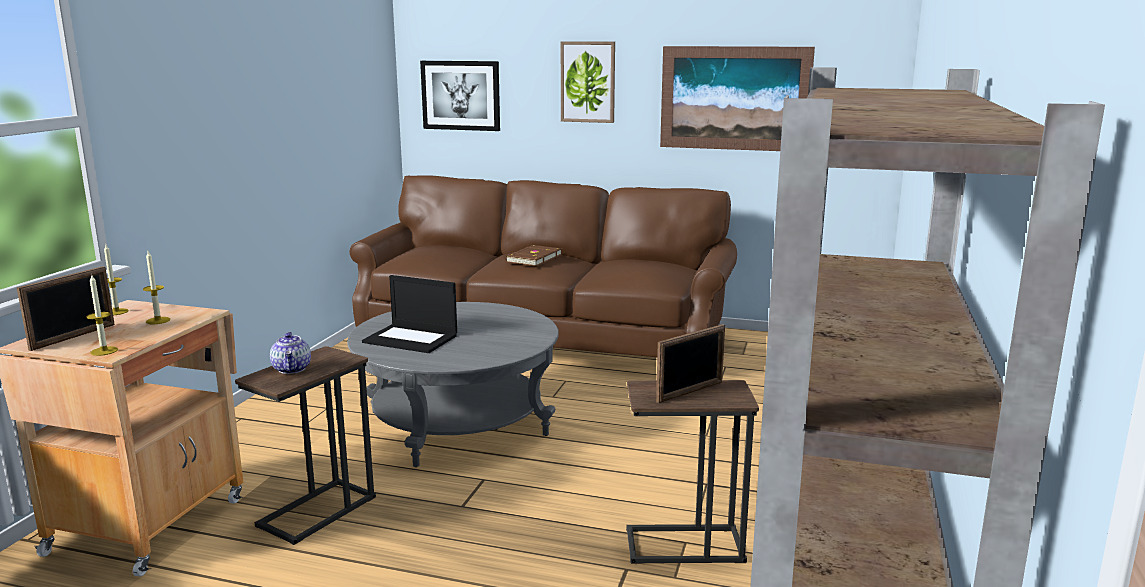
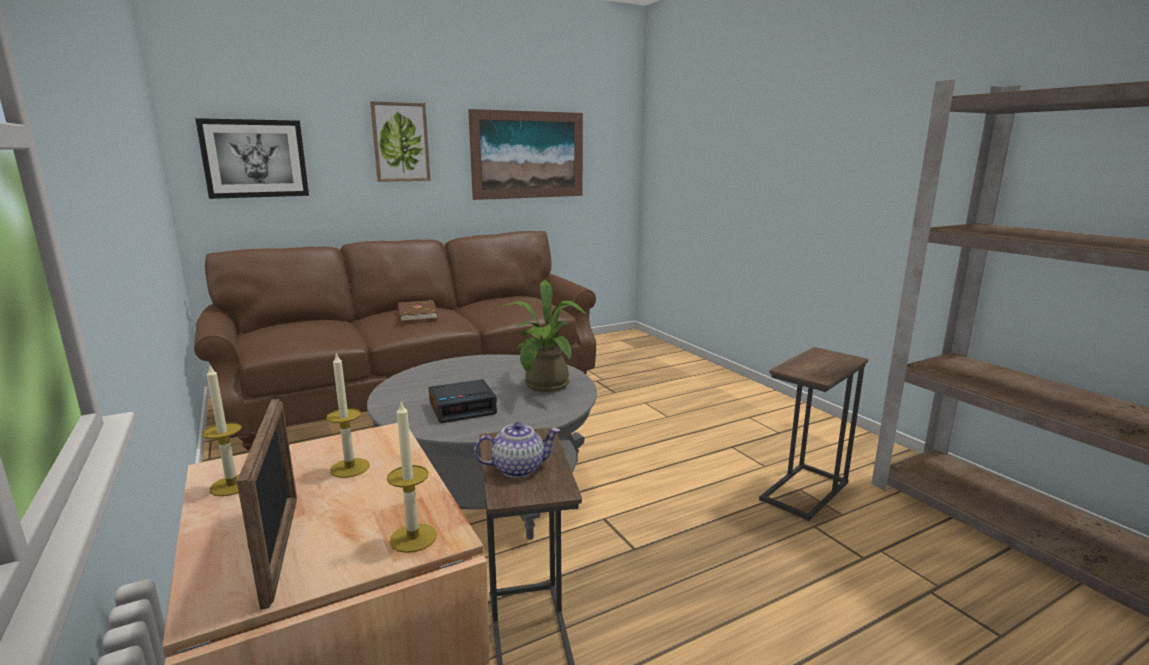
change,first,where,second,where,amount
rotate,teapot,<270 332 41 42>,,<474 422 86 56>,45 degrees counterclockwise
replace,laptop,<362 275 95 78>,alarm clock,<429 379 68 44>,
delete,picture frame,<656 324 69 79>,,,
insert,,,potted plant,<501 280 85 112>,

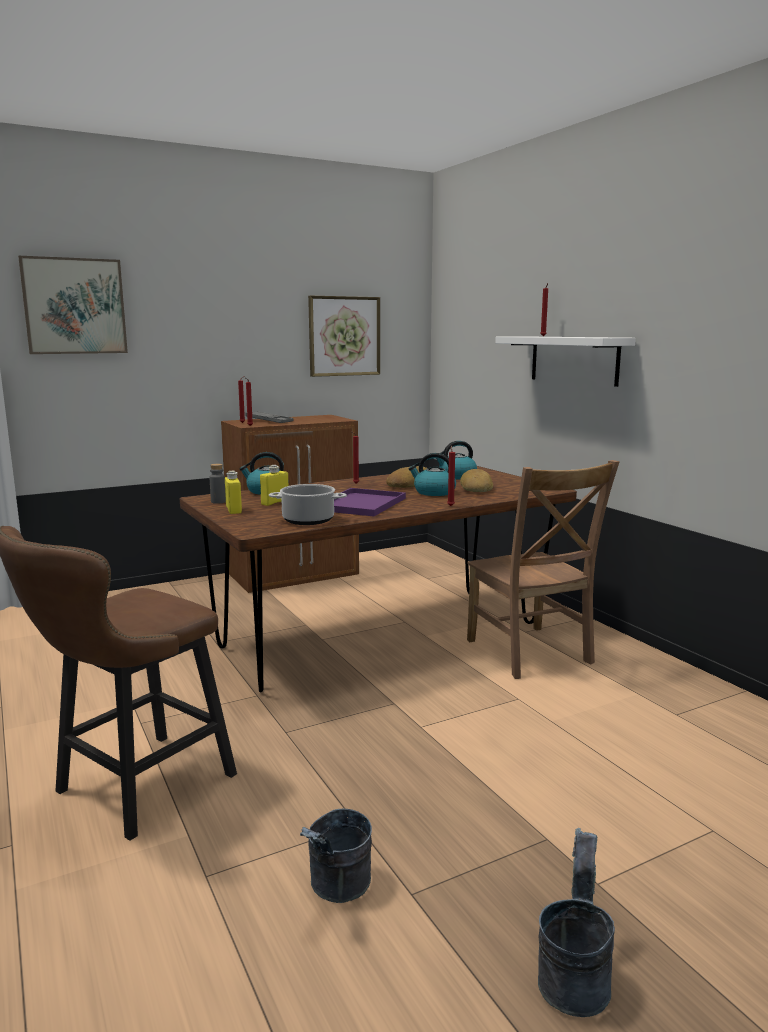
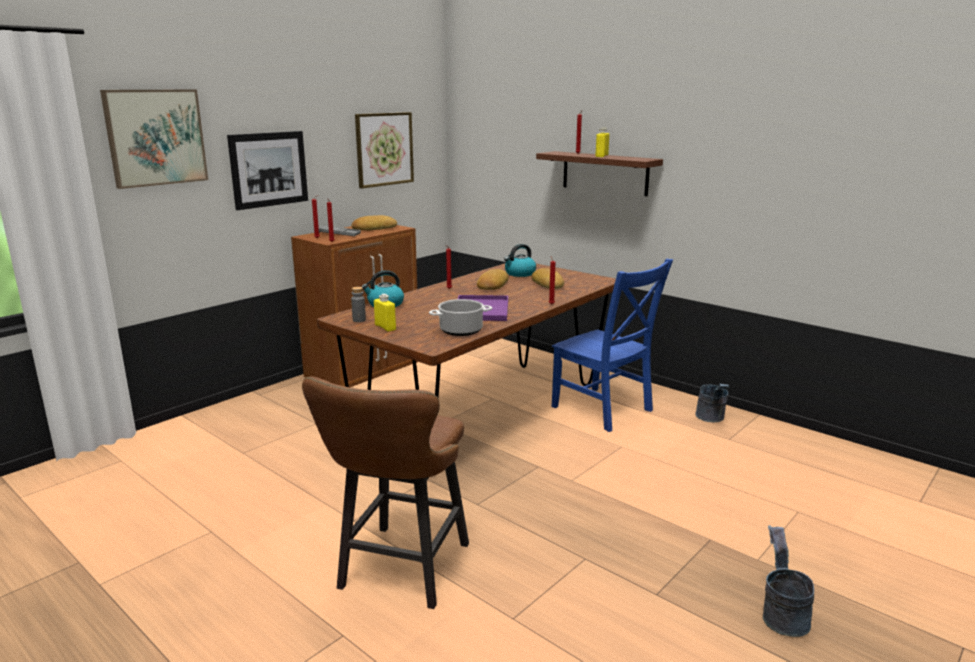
change,first,where,second,where,amount
move,yellow bottle,<260 465 28 41>,,<595 127 14 30>,
move,grey bucket,<300 809 72 94>,,<696 384 34 38>,
delete,kettle,<409 453 47 43>,,,
recolor,brown chair,<467 460 153 219>,blue chair,<552 259 121 173>,
recolor,white shelf,<495 336 141 51>,brown shelf,<536 151 127 45>,
insert,,,picture,<227 131 81 79>,
insert,,,bread,<351 215 46 15>,

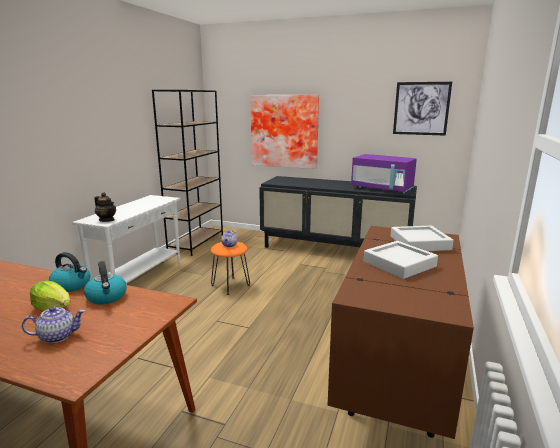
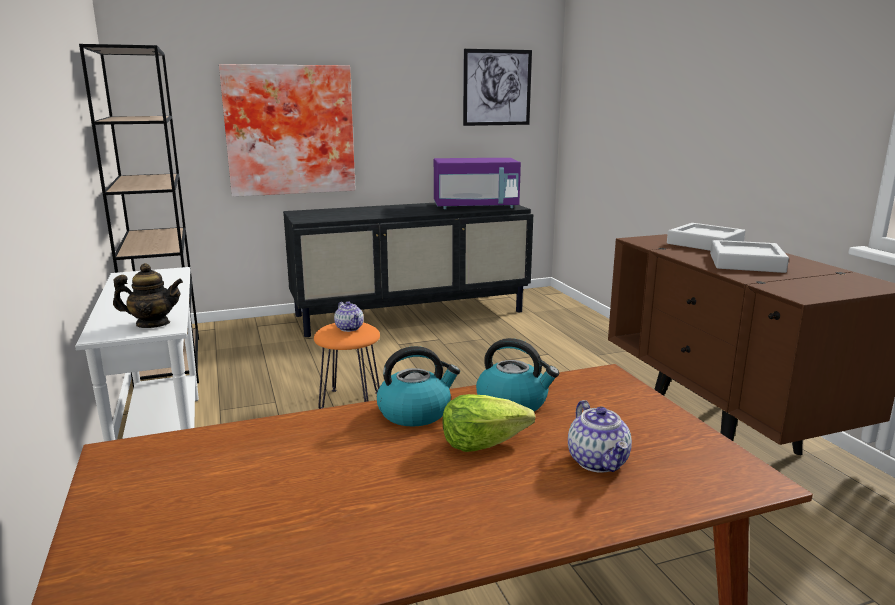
change,first,where,second,where,amount
rotate,teapot,<22 307 63 36>,,<568 400 64 73>,135 degrees clockwise

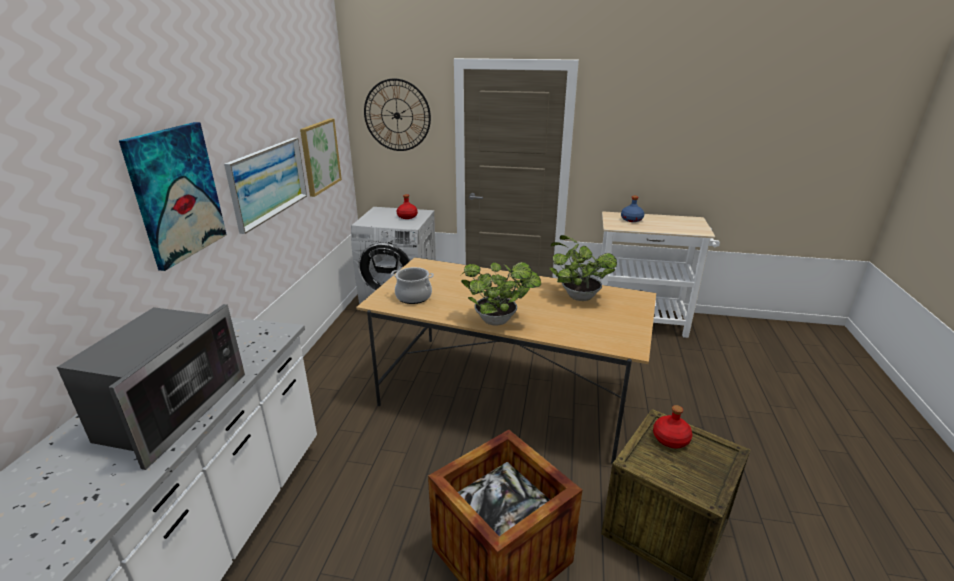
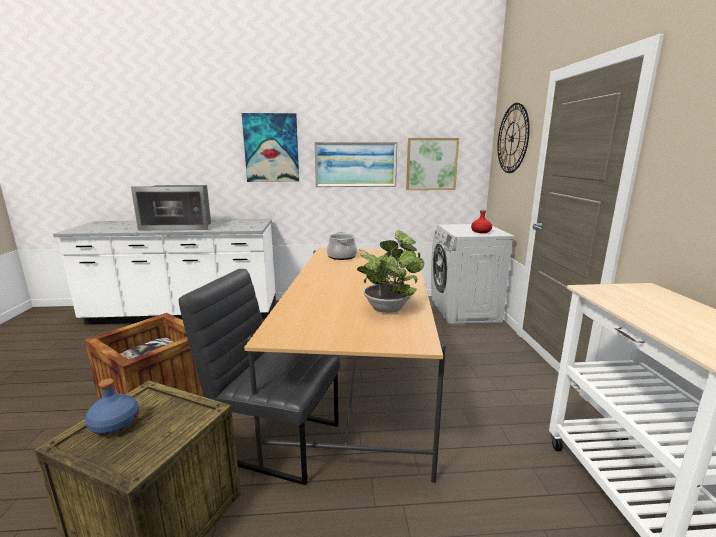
change,first,where,second,where,amount
delete,potted plant,<461 262 80 64>,,,
move,blue bottle,<621 196 23 26>,,<85 378 54 57>,
delete,red bottle,<653 405 39 43>,,,
insert,,,grey chair,<179 269 161 216>,

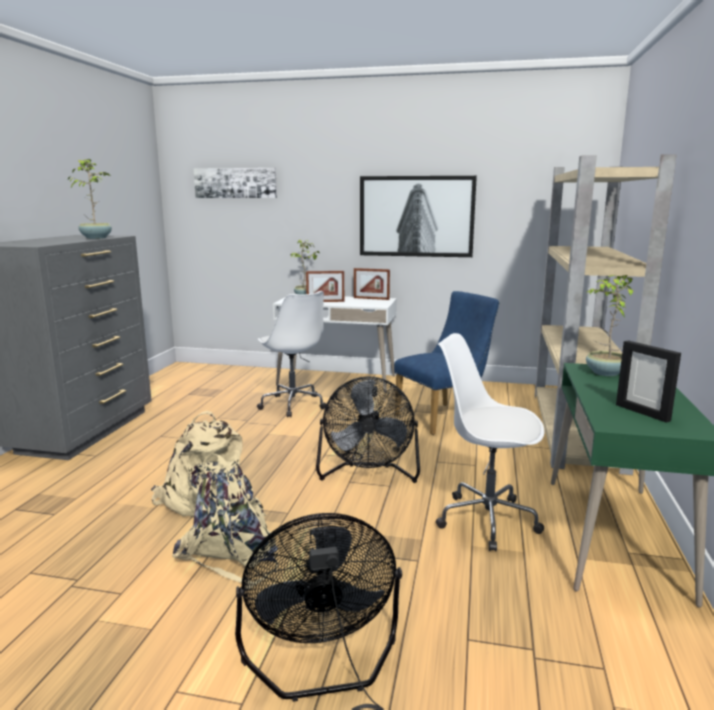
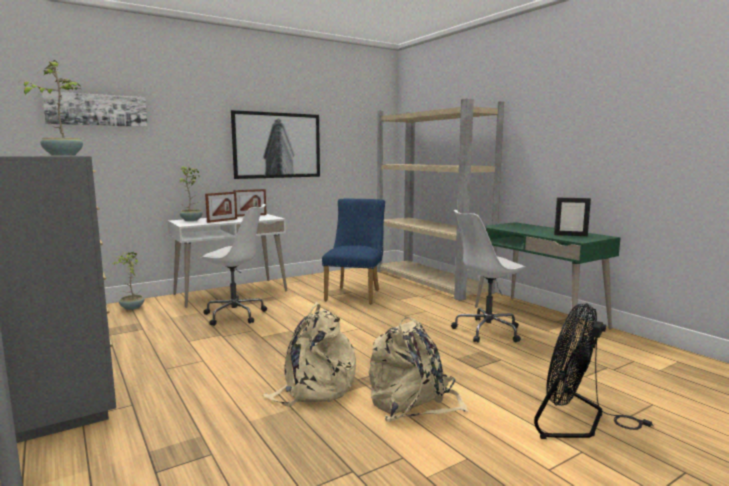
change,first,where,second,where,amount
delete,black fan,<316 377 104 106>,,,
move,potted plant,<586 275 47 101>,,<112 252 32 58>,

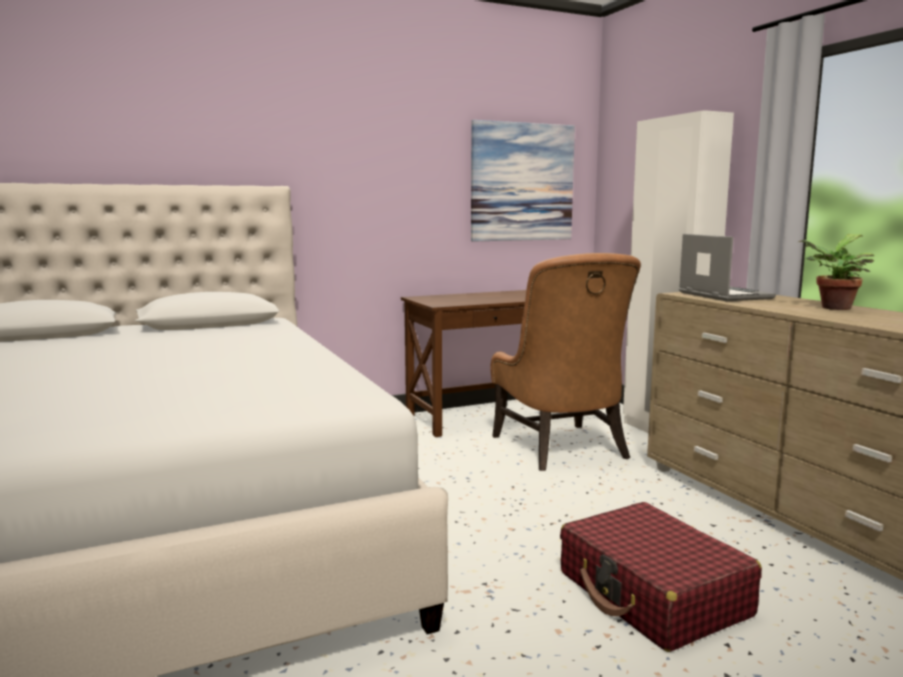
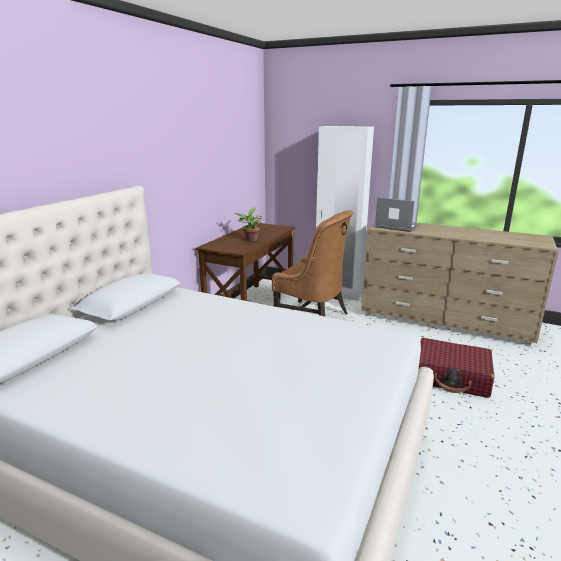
change,first,where,second,where,amount
delete,picture,<471 120 104 122>,,,
move,potted plant,<798 234 77 76>,,<235 207 27 34>,

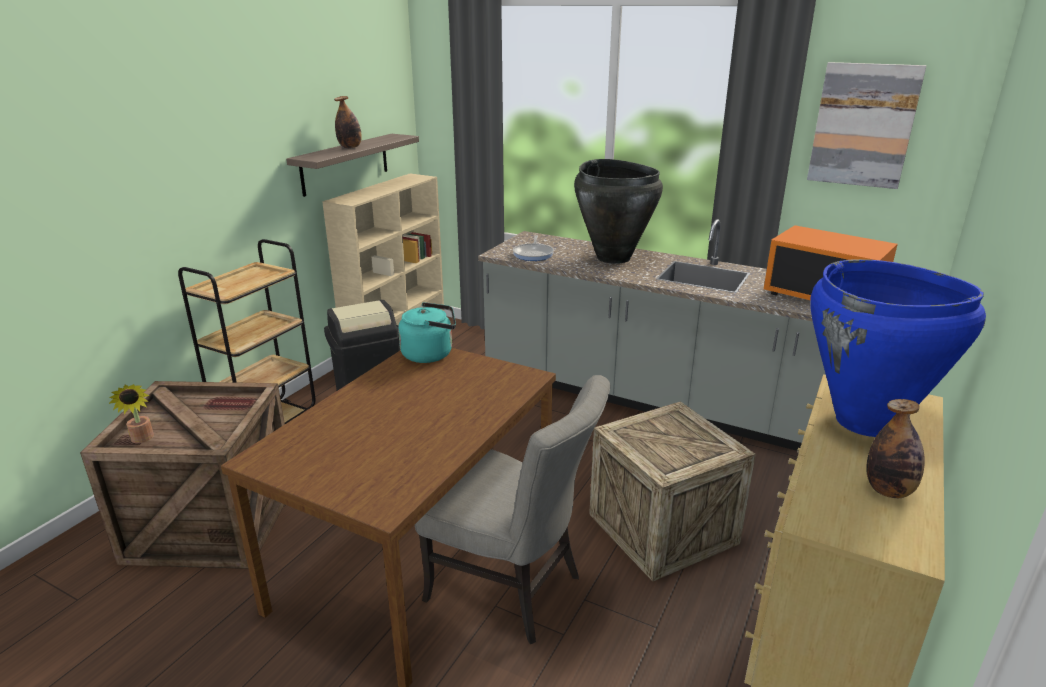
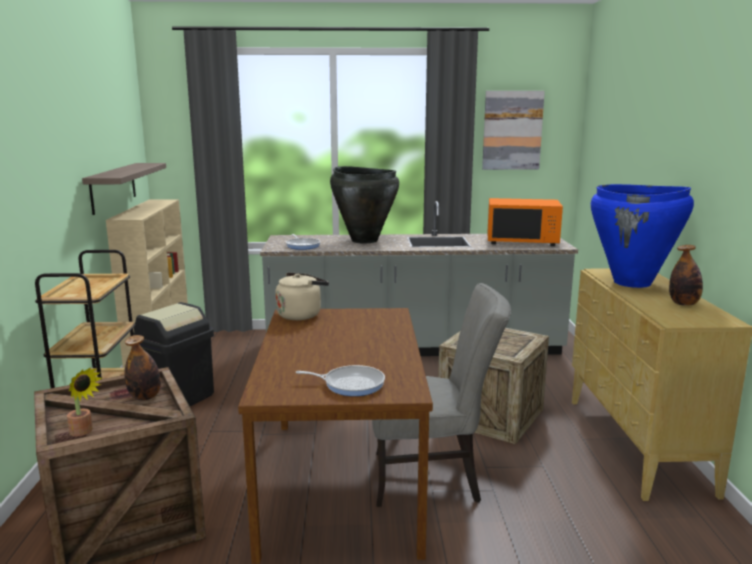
change,first,where,second,where,amount
move,bottle,<334 96 28 53>,,<124 335 37 66>,
recolor,turquoise kettle,<398 302 58 61>,beige kettle,<275 272 54 48>,
insert,,,frying pan,<296 365 89 31>,

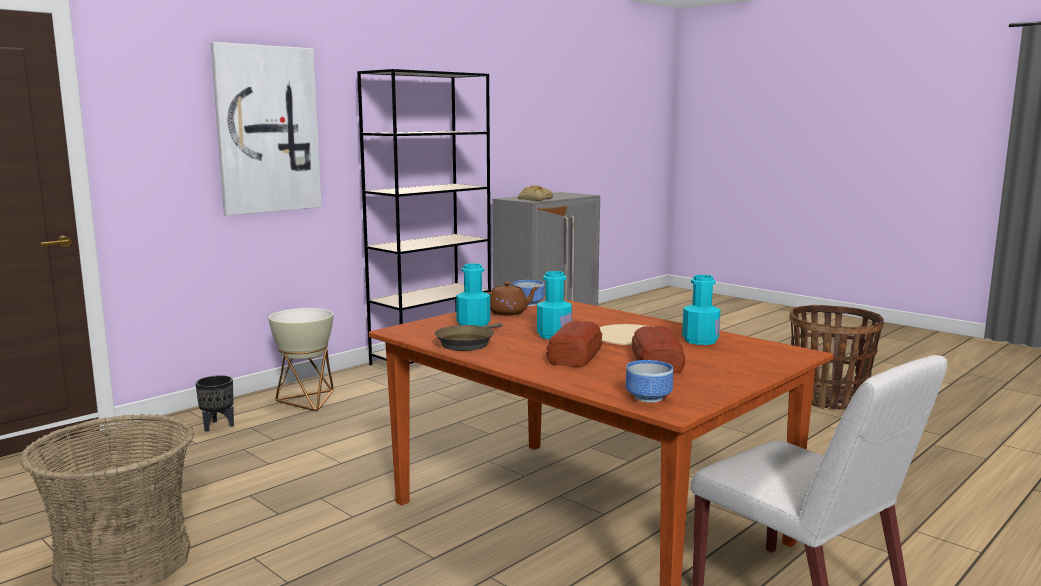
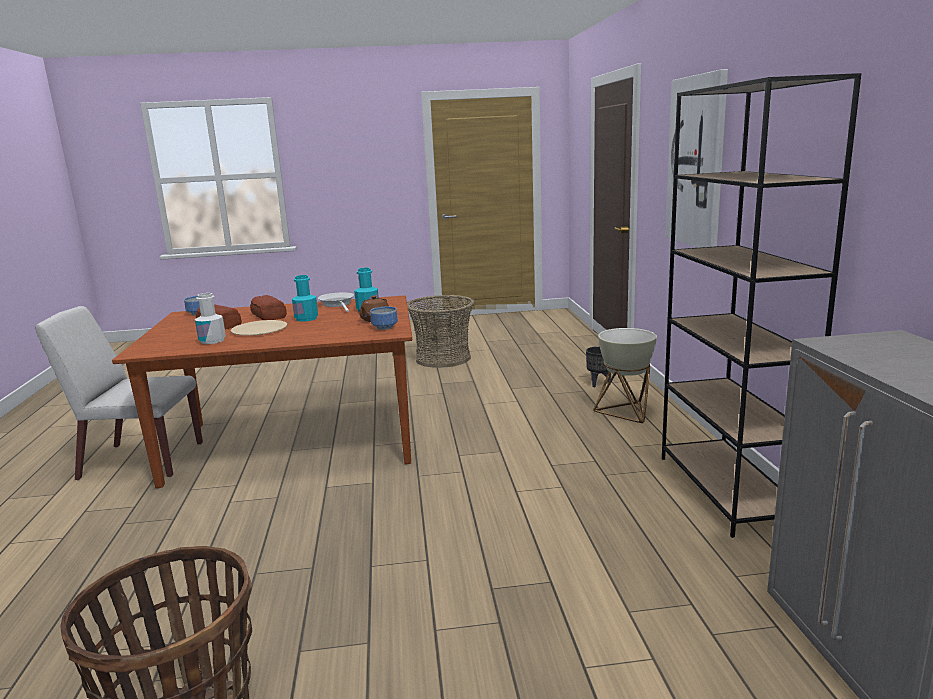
change,first,where,second,where,amount
recolor,brown frying pan,<434 323 69 28>,white frying pan,<318 293 36 19>,
delete,bread,<518 186 35 15>,,,
recolor,turquoise bottle,<682 275 39 70>,white bottle,<195 293 31 51>,

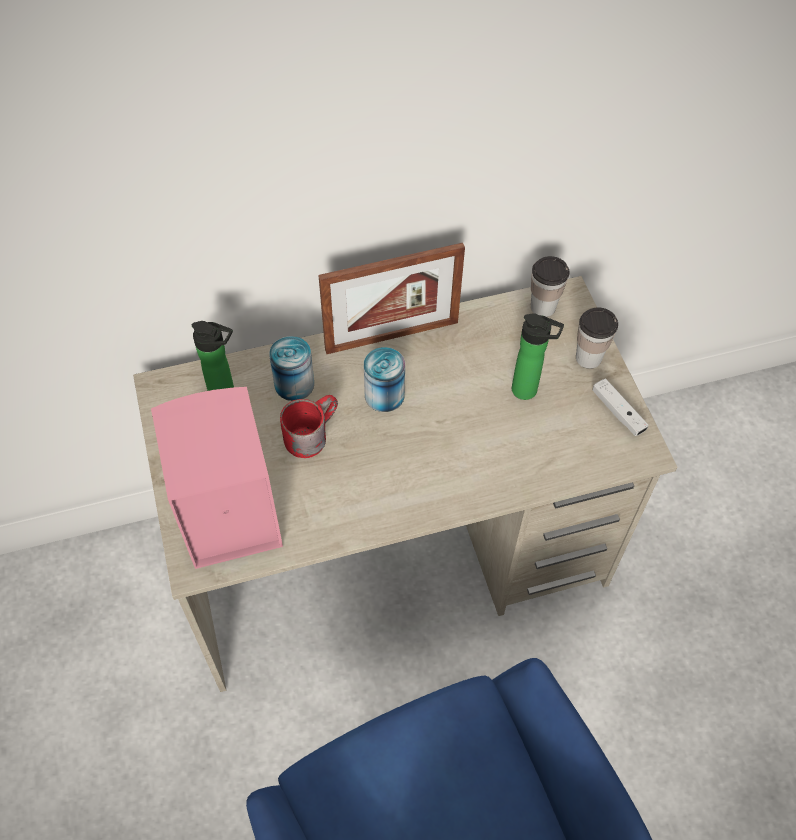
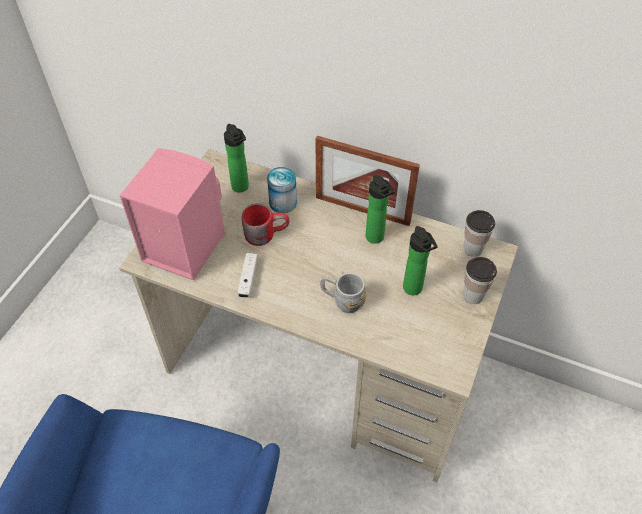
change,first,where,second,where,amount
delete,can,<364 347 41 65>,,,
move,white game controller,<592 378 57 58>,,<237 253 21 45>,
insert,,,grey mug,<320 273 46 40>,
insert,,,bottle,<366 174 29 70>,

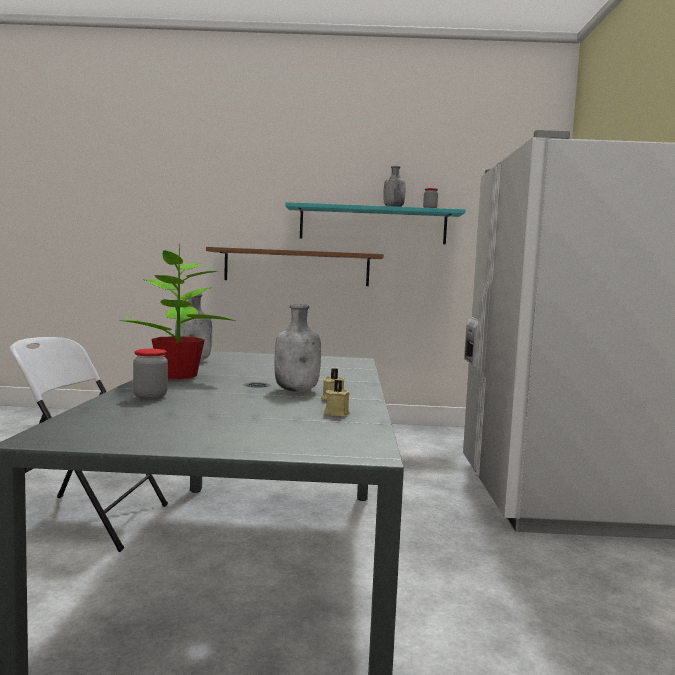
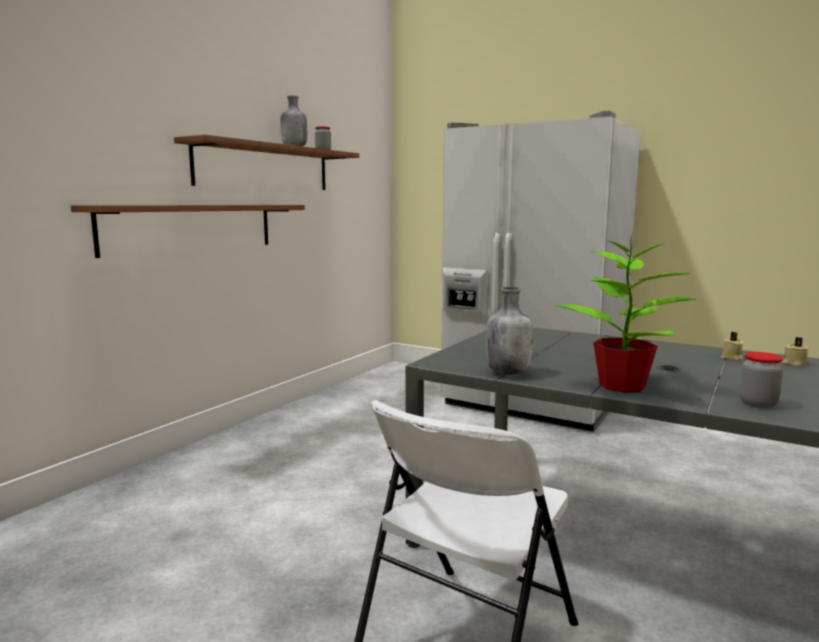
change,first,where,second,where,amount
delete,grey bottle,<275 304 46 88>,,,
recolor,turquoise shelf,<285 202 180 42>,brown shelf,<174 135 185 55>,

